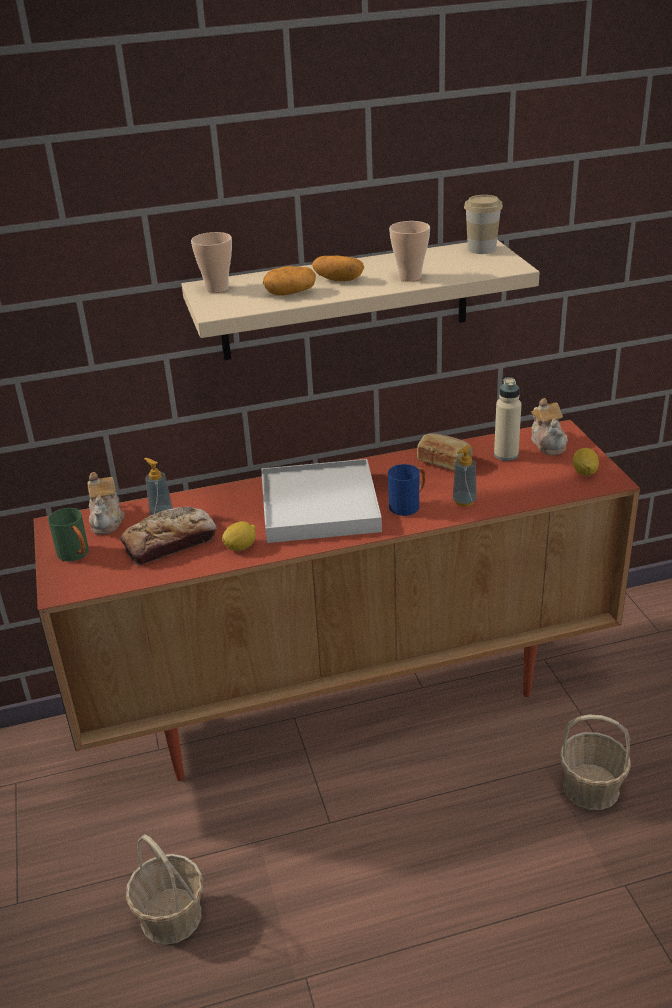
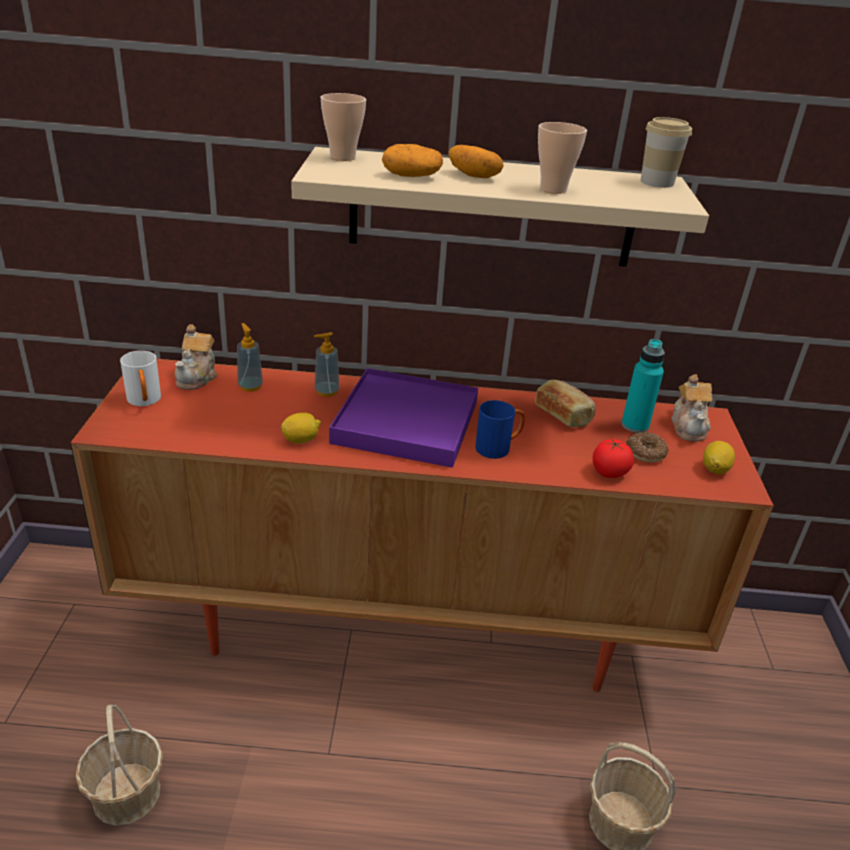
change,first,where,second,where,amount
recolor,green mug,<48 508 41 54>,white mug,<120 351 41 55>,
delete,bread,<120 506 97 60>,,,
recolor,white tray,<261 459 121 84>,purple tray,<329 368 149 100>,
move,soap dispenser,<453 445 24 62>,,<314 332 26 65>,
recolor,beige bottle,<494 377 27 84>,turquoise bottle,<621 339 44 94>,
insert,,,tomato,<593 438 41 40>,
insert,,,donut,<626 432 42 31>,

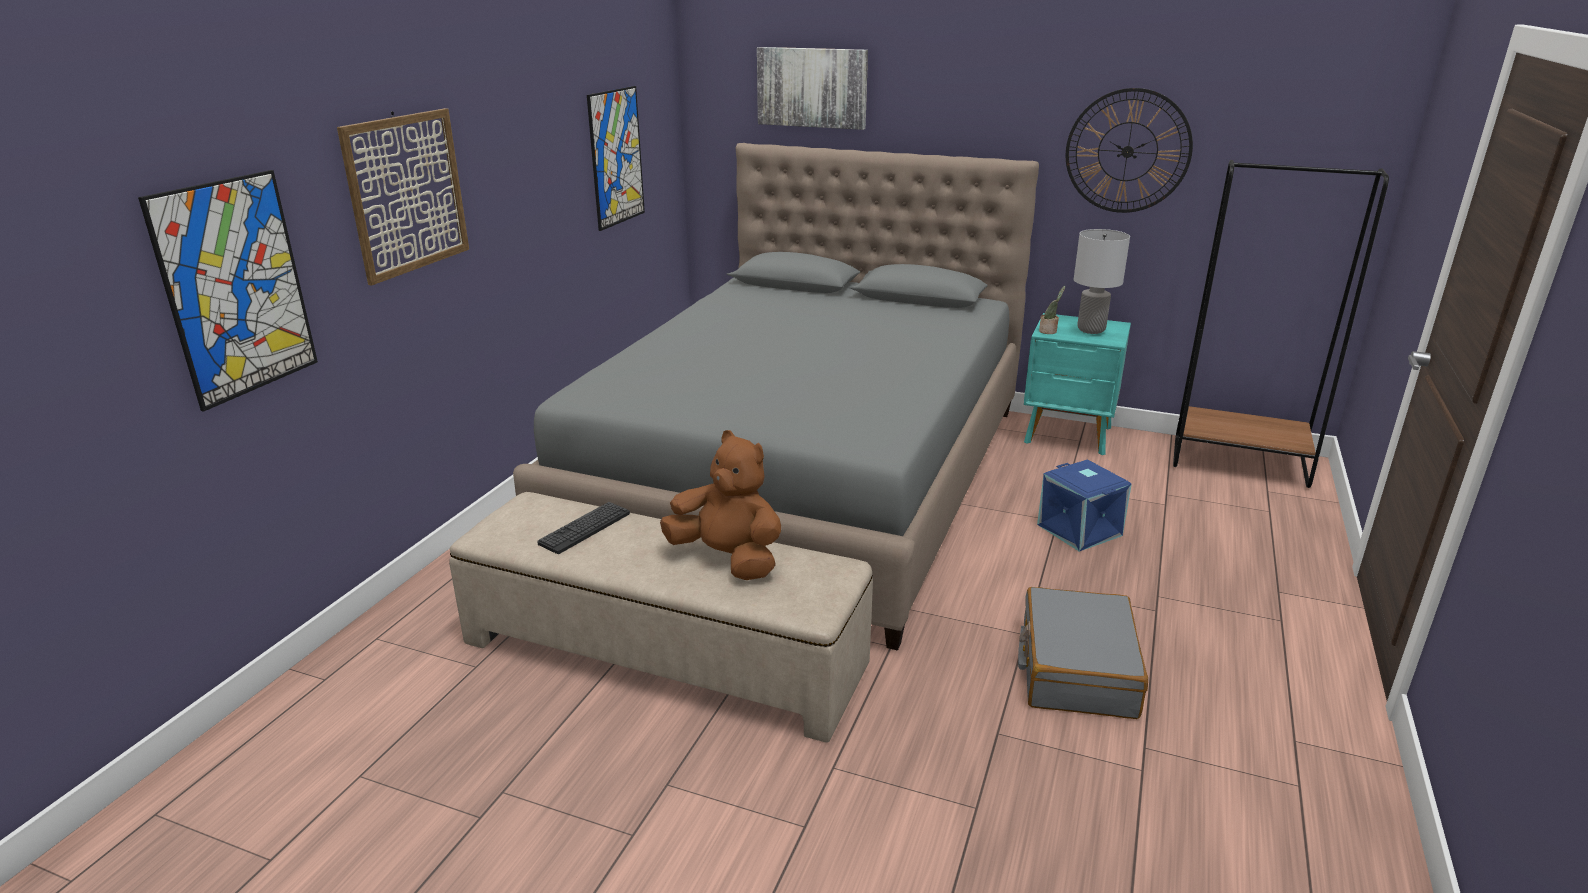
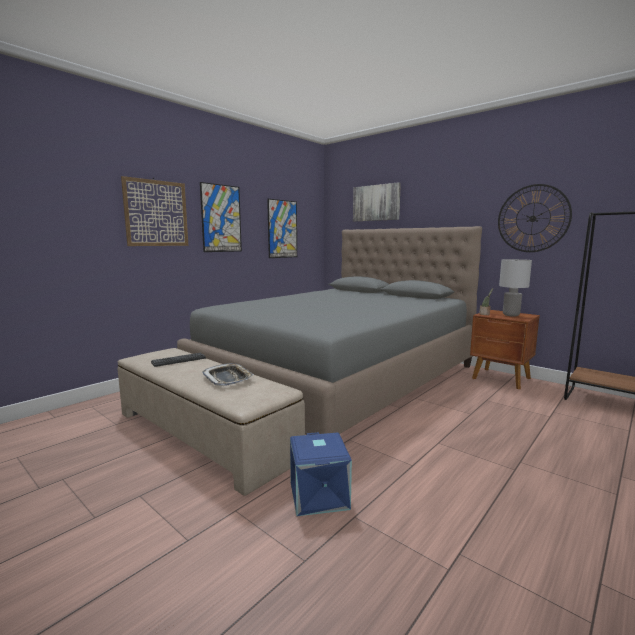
change,first,where,second,where,amount
move,picture,<138 170 180 242>,,<200 182 42 70>,
replace,brown plush toy,<660 430 121 150>,tray,<202 363 52 23>,
delete,grey suitcase,<1018 587 130 132>,,,
recolor,turquoise nightstand,<1024 313 107 142>,brown nightstand,<470 310 70 79>,
move,blue storage box,<1037 459 95 93>,,<290 432 62 84>,

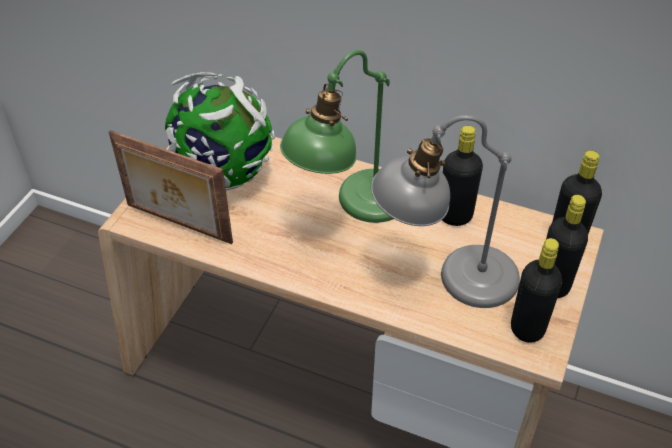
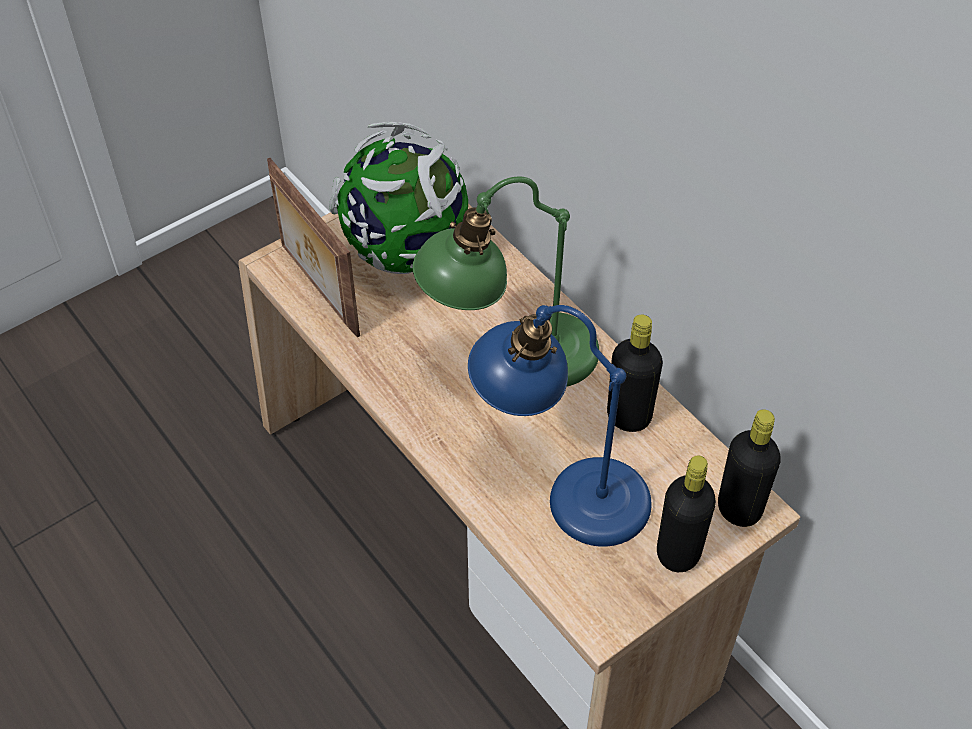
change,first,where,second,where,amount
recolor,grey table lamp,<371 115 149 193>,blue table lamp,<468 305 183 242>,
delete,black bottle,<511 238 51 105>,,,

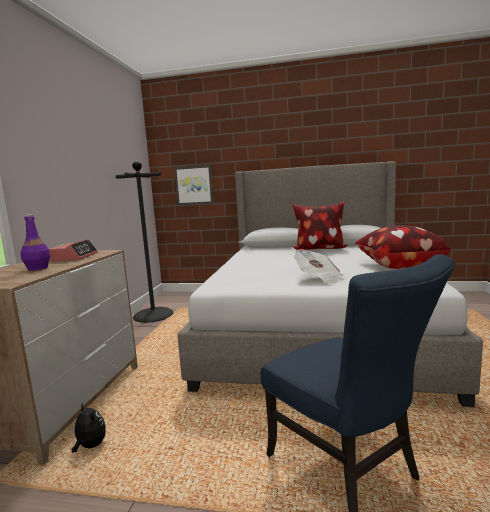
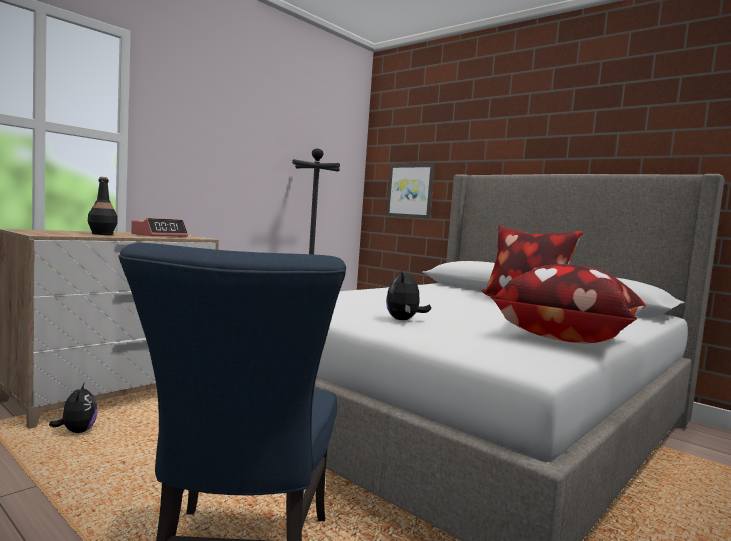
change,first,where,second,where,amount
recolor,purple bottle,<20 214 30 57>,black bottle,<88 176 30 59>,
replace,newspaper,<294 249 49 35>,plush toy,<386 269 45 51>,

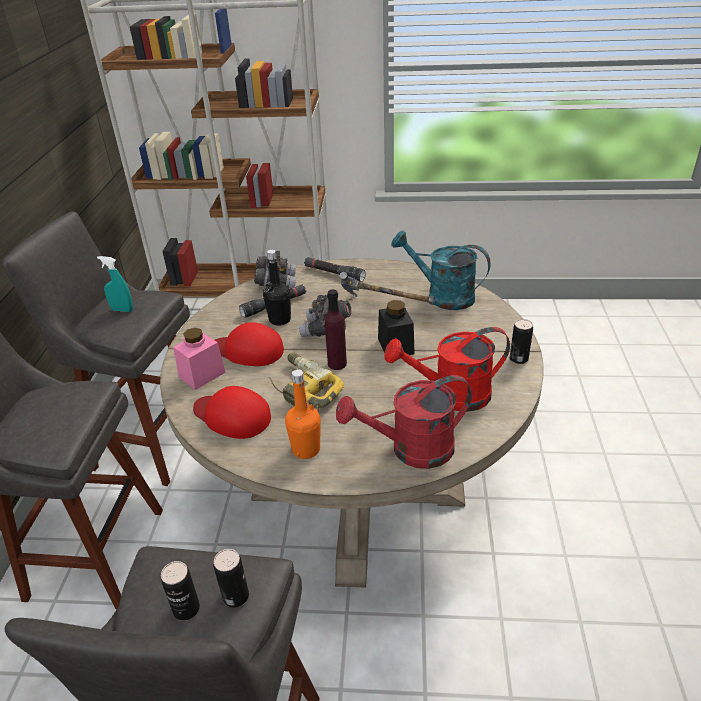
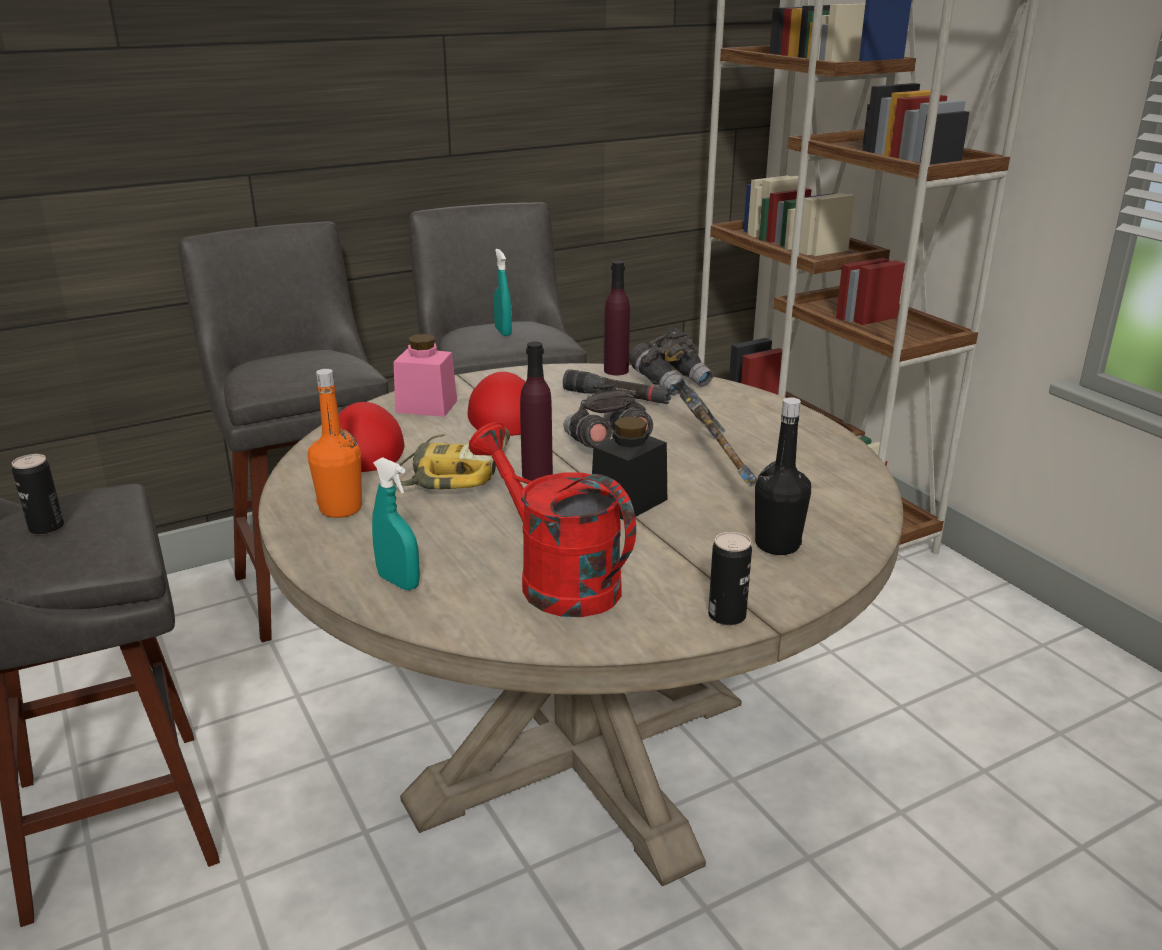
change,first,where,second,where,amount
delete,can,<214 549 35 59>,,,
move,black bottle,<263 250 28 76>,,<755 397 56 158>,
delete,black flashlight,<304 257 62 25>,,,
replace,red watering can,<336 375 136 94>,turquoise spray bottle,<372 457 48 133>,
delete,turquoise watering can,<391 230 100 80>,,,
insert,,,purple bottle,<604 260 26 115>,

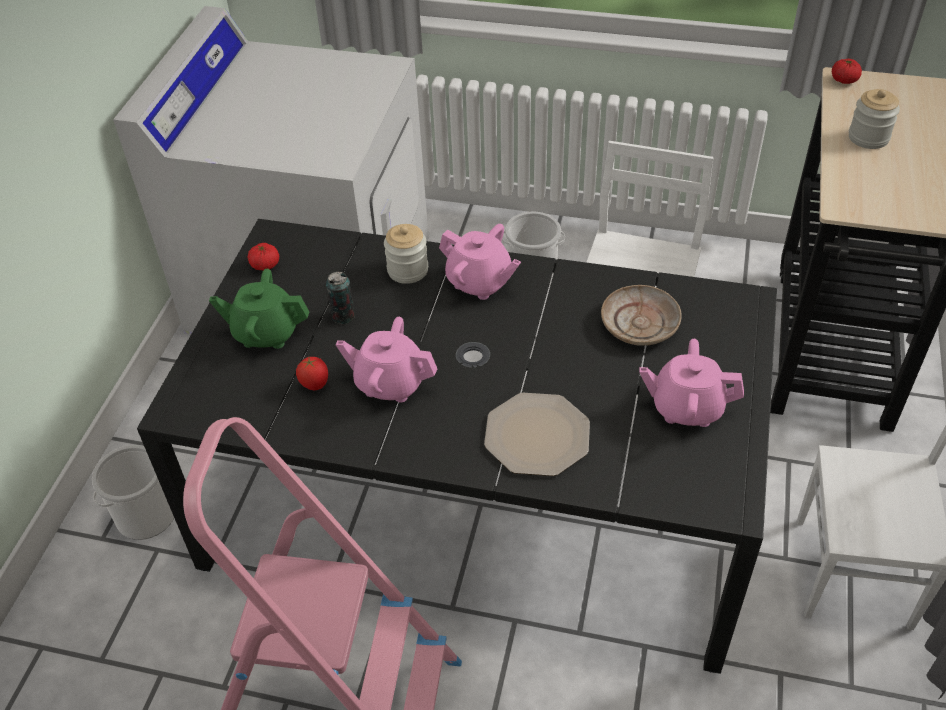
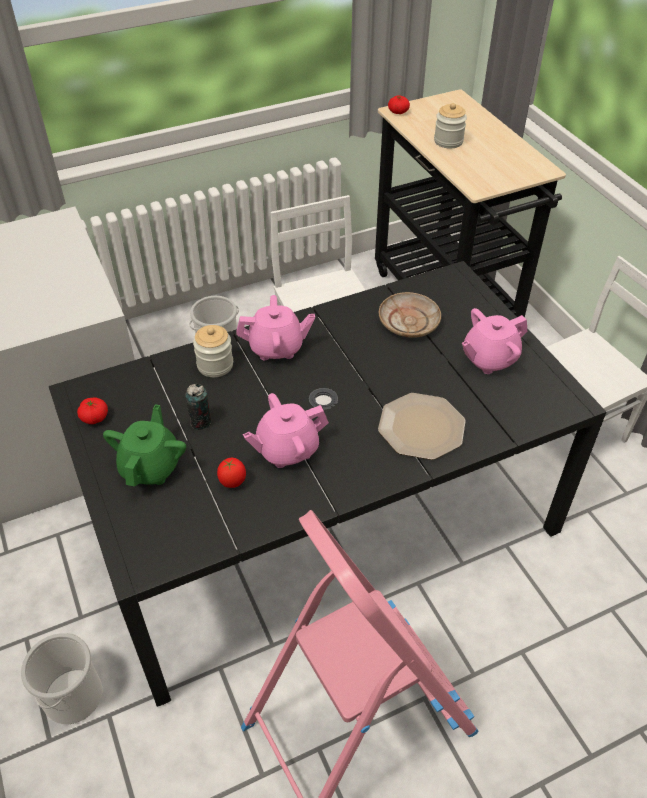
change,first,where,second,where,amount
rotate,green teapot,<209 269 100 80>,,<103 405 83 82>,135 degrees clockwise

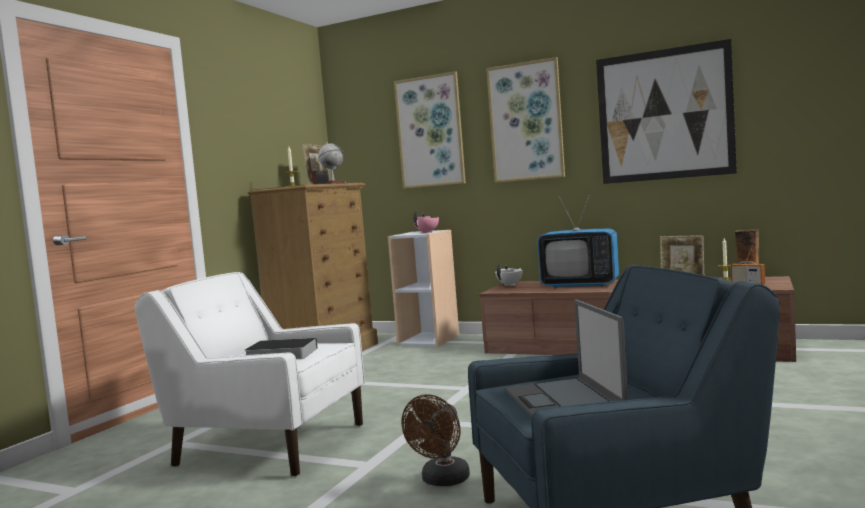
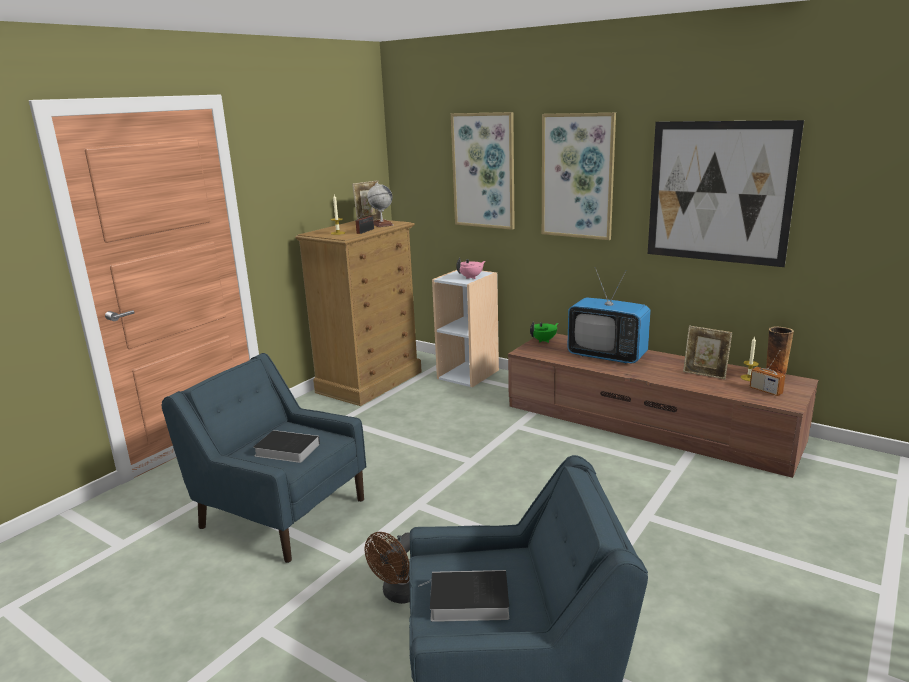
change,first,where,second,where,amount
recolor,white armchair,<135 272 230 205>,blue armchair,<161 353 205 210>,
recolor,white teapot,<495 263 28 23>,green teapot,<530 322 28 21>,
replace,laptop,<505 300 123 117>,book,<418 570 91 52>,

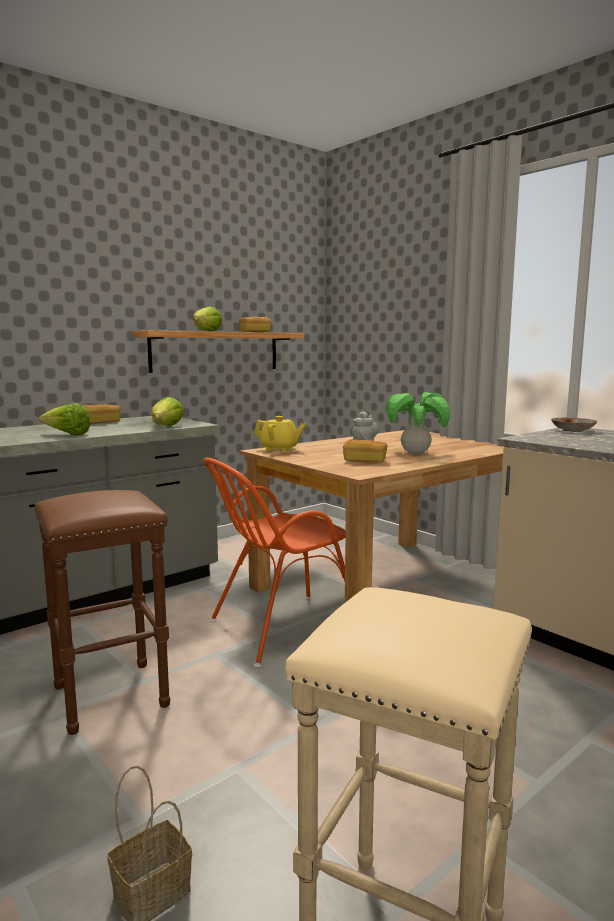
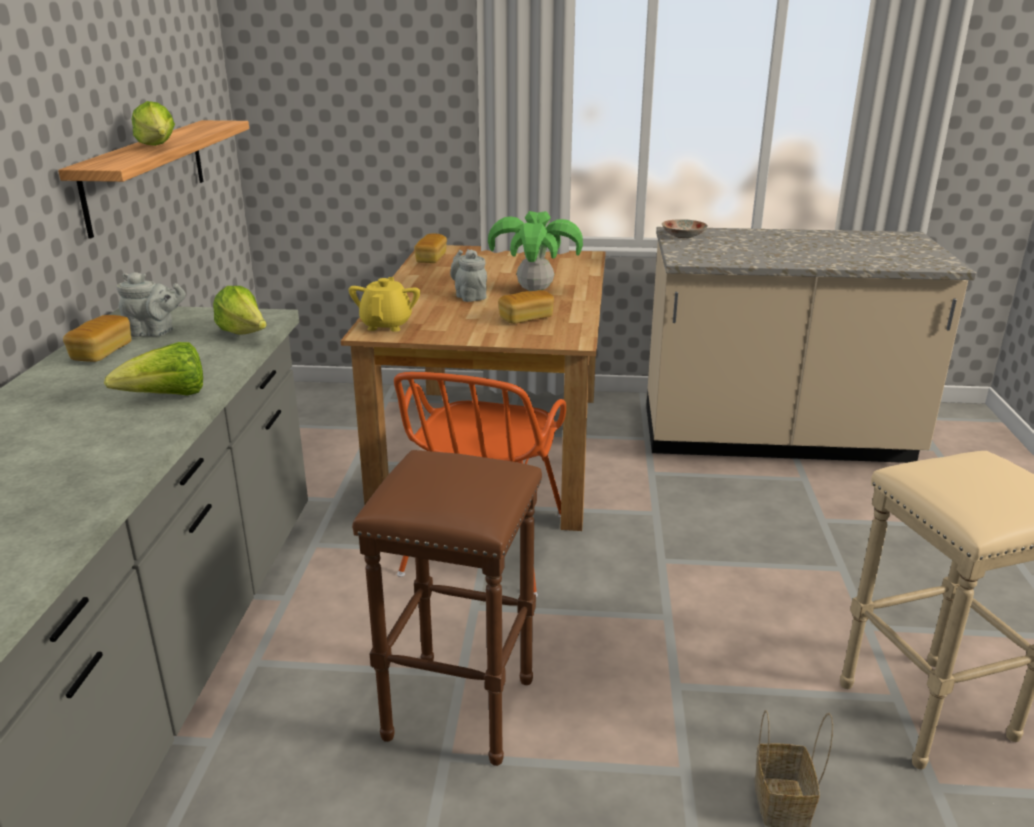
change,first,where,second,where,amount
move,bread,<239 317 32 16>,,<414 233 33 30>,
rotate,yellow teapot,<254 416 52 36>,,<349 277 71 55>,60 degrees counterclockwise
insert,,,grey teapot,<117 272 69 65>,

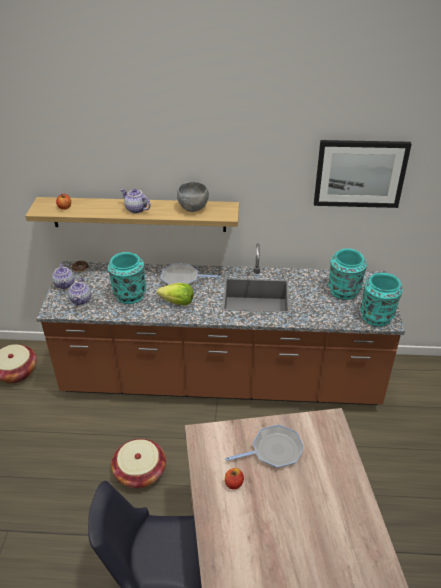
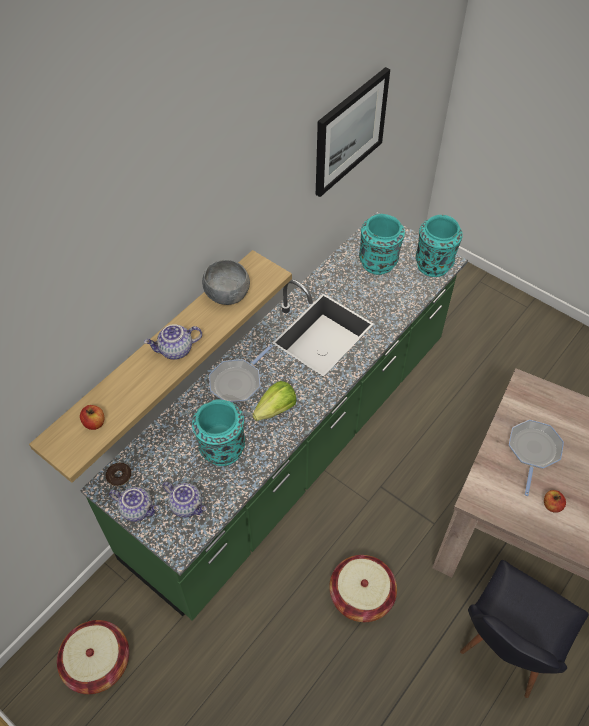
change,first,where,second,where,amount
recolor,brown counter,<36 243 369 162>,green counter,<80 211 388 410>,

